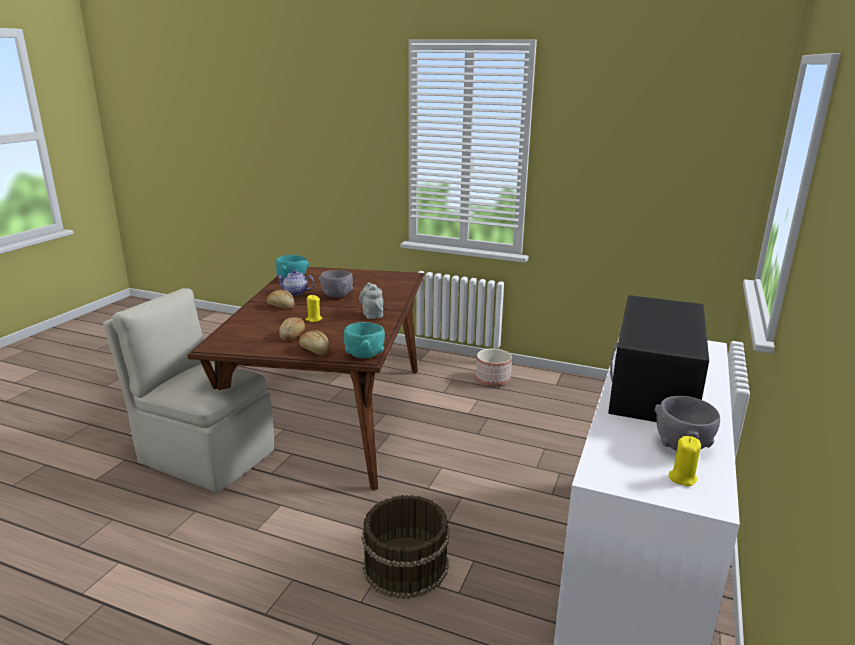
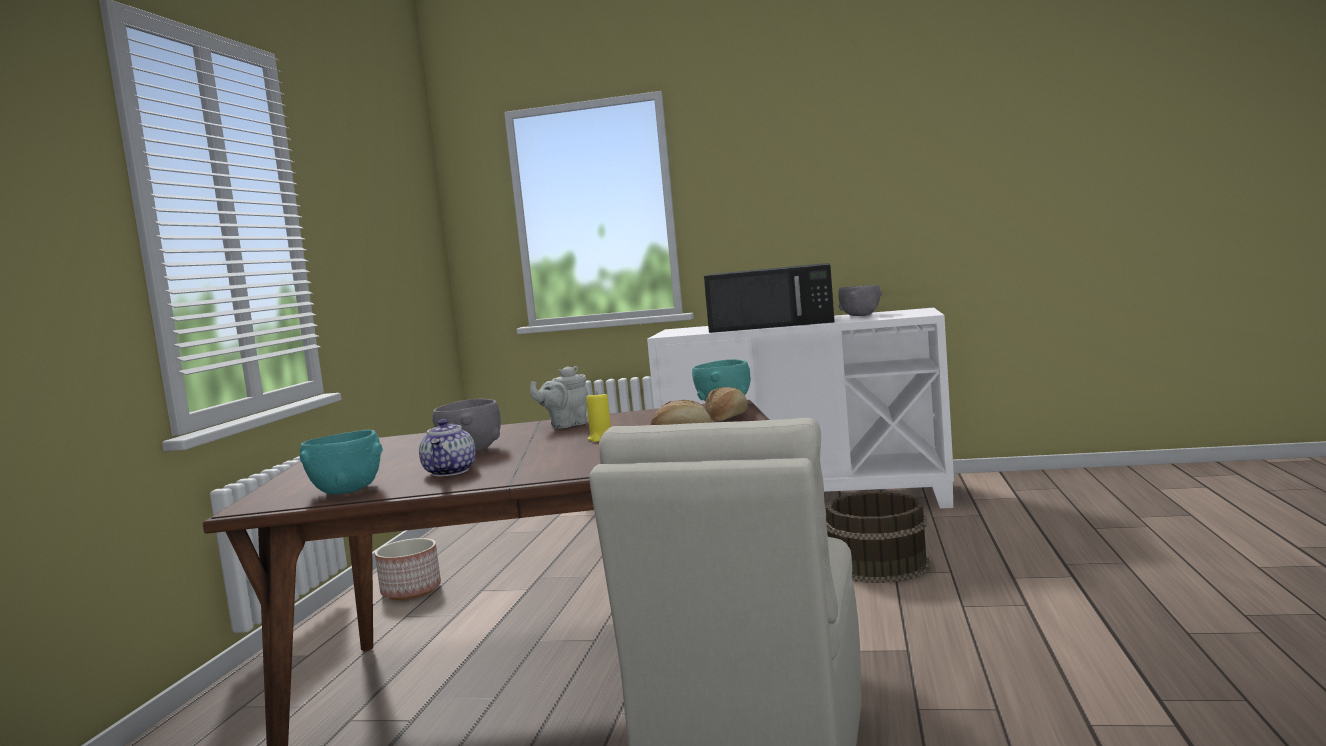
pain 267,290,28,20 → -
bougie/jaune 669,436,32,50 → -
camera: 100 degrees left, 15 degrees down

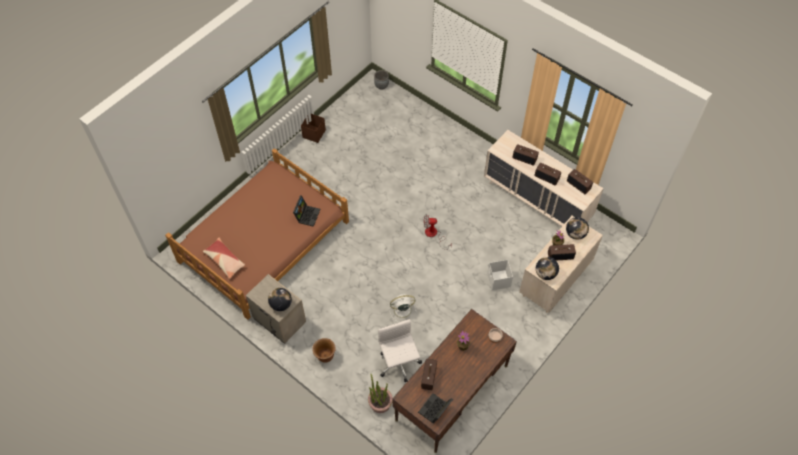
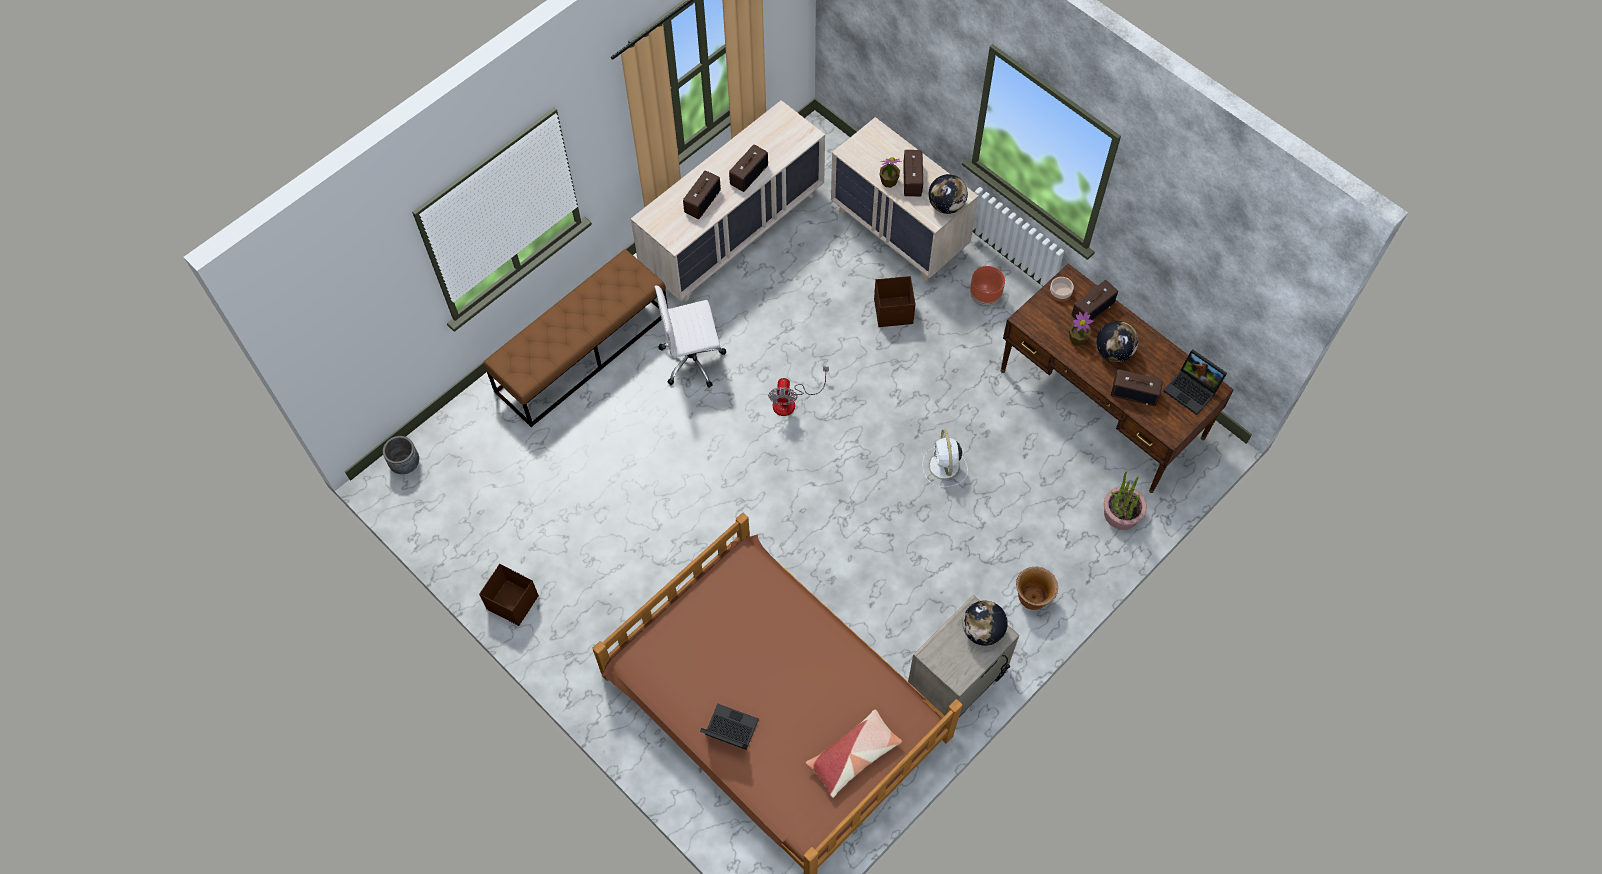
ordinateur portable 293,196,27,31 → ordinateur portable 700,704,59,46, move
chaise de bureau/blanc 378,319,44,63 → chaise de bureau/blanc 655,286,71,102, move
boîte de rangement/blanc 487,260,26,30 → boîte de rangement/marron 874,276,42,51
globe 566,217,23,23 → globe 1096,321,42,41, move
radio 567,169,26,25 → radio 1072,280,46,40, move
- → banc/marron 484,249,184,178
- → cache-pot/marron 970,266,35,41
camera: 85 degrees left, 5 degrees up

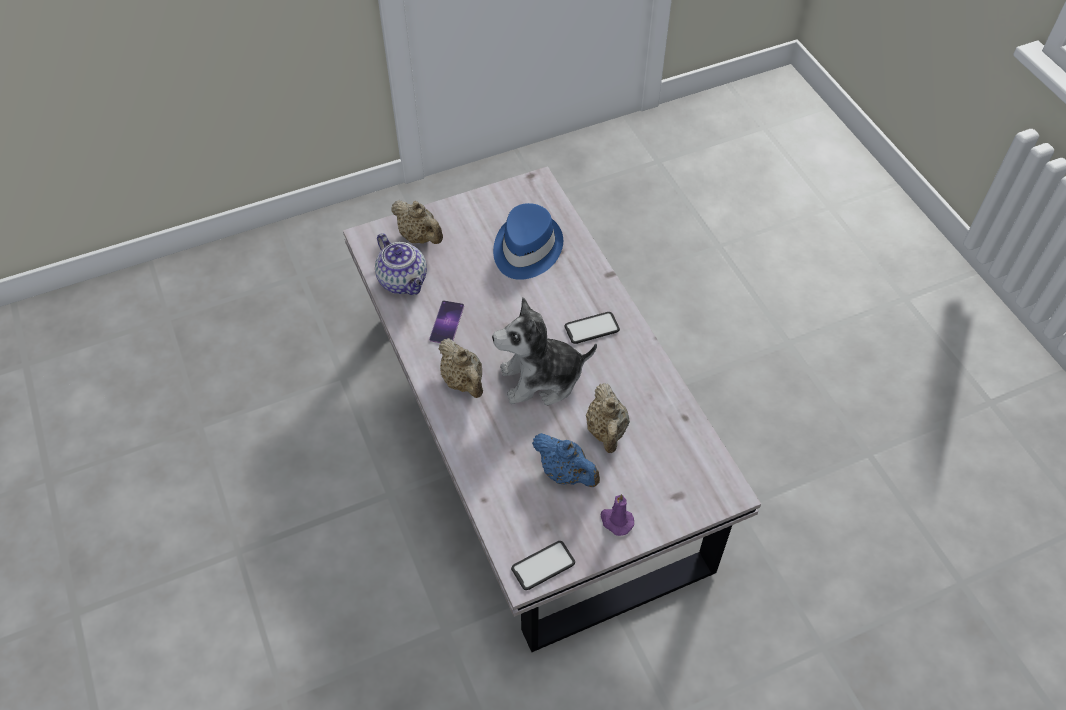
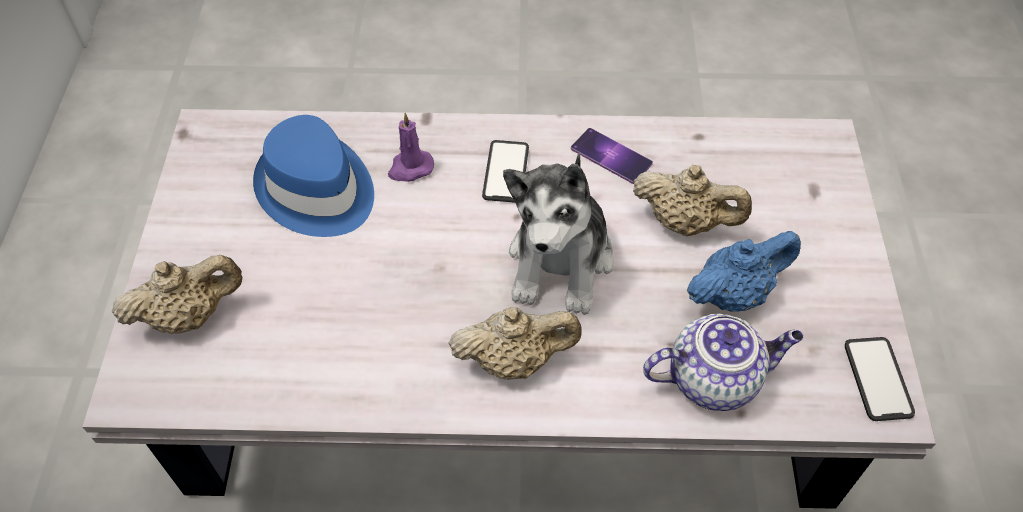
théière 375,233,52,62 → théière 643,314,160,97, move
téléphone 429,300,35,43 → téléphone 571,128,82,56, move
bougie/violet 601,494,33,42 → bougie/violet 388,113,46,69, move
camera: 65 degrees left, 0 degrees up

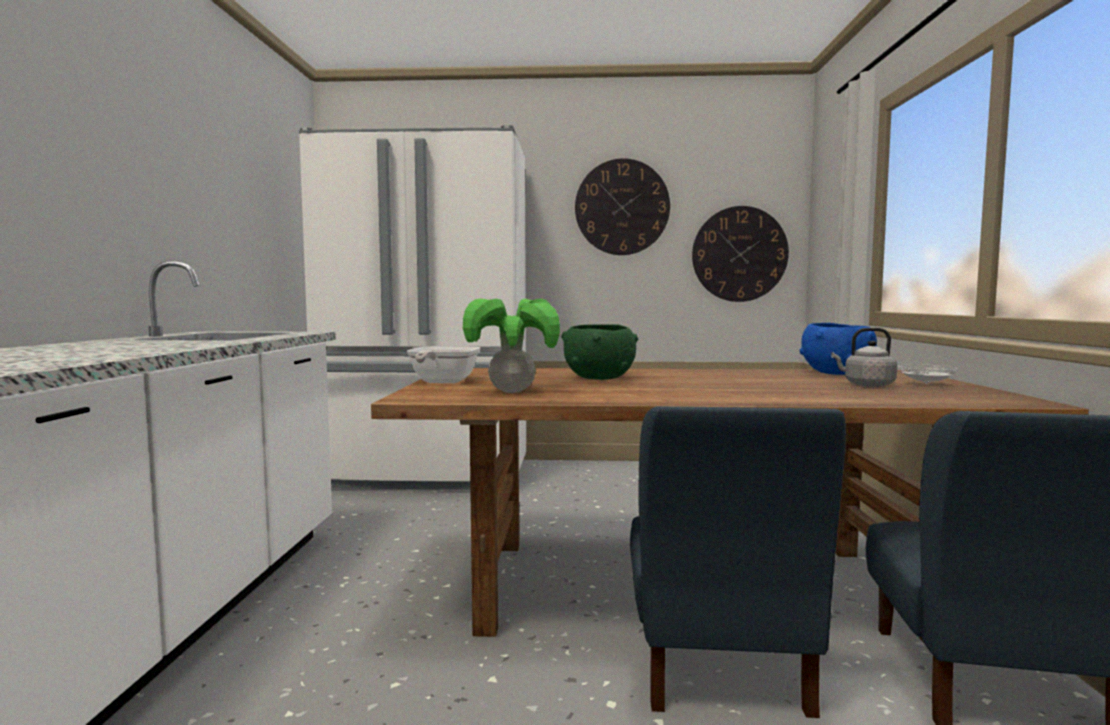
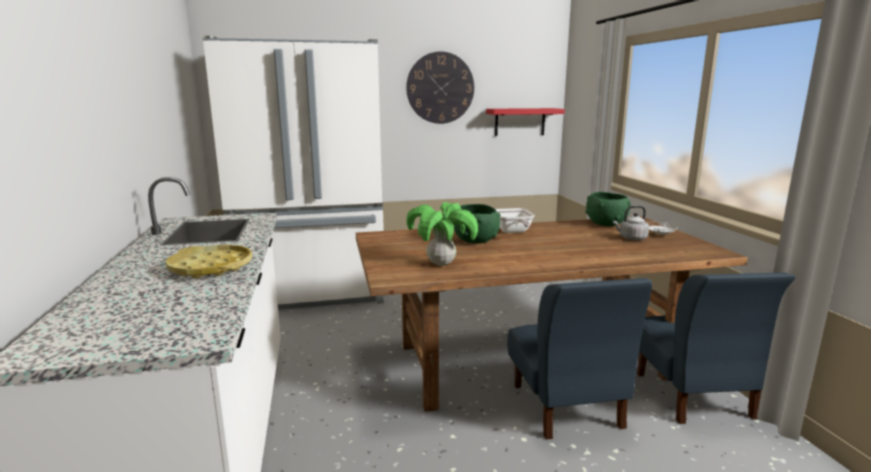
poêle 407,346,73,37 → poêle 495,208,40,25, move
horloge murale 692,206,97,96 → étagère/rouge 486,108,79,28
bol/bleu 800,323,77,52 → bol/vert 586,192,45,34
- → plateau/jaune 166,245,86,33
camera: 15 degrees left, 10 degrees up

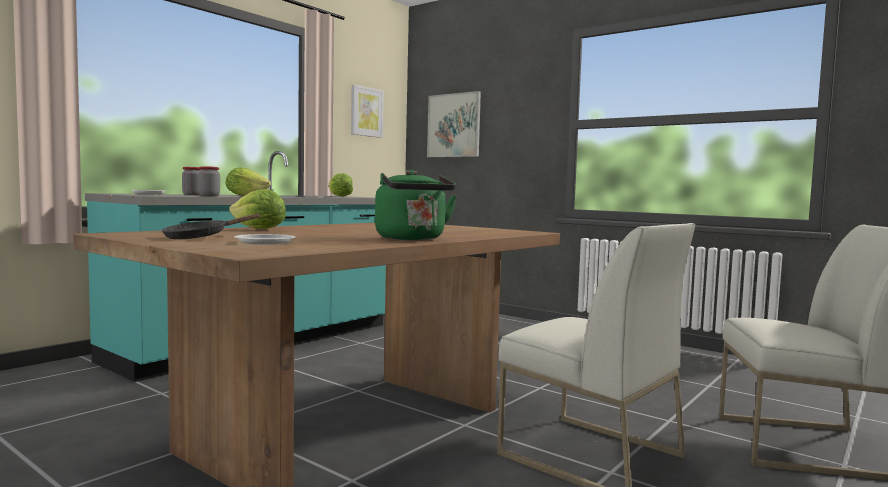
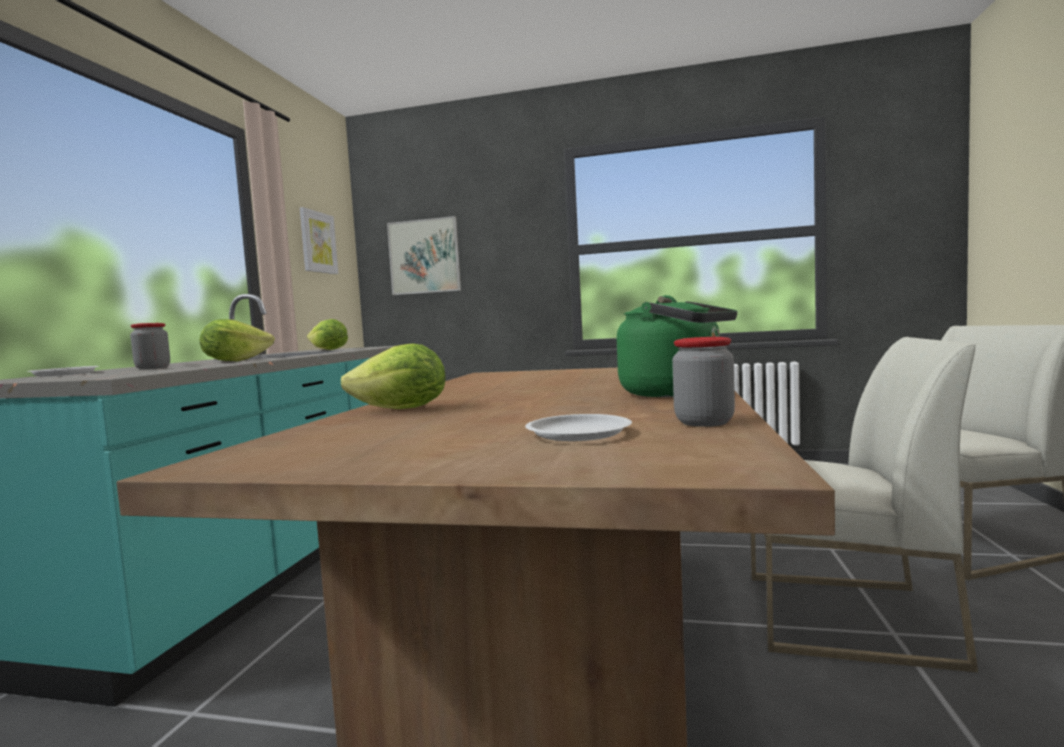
poêle/noir 162,213,98,26 → -
bocal 198,166,22,30 → bocal 672,337,63,90, move
camera: 25 degrees left, 0 degrees up

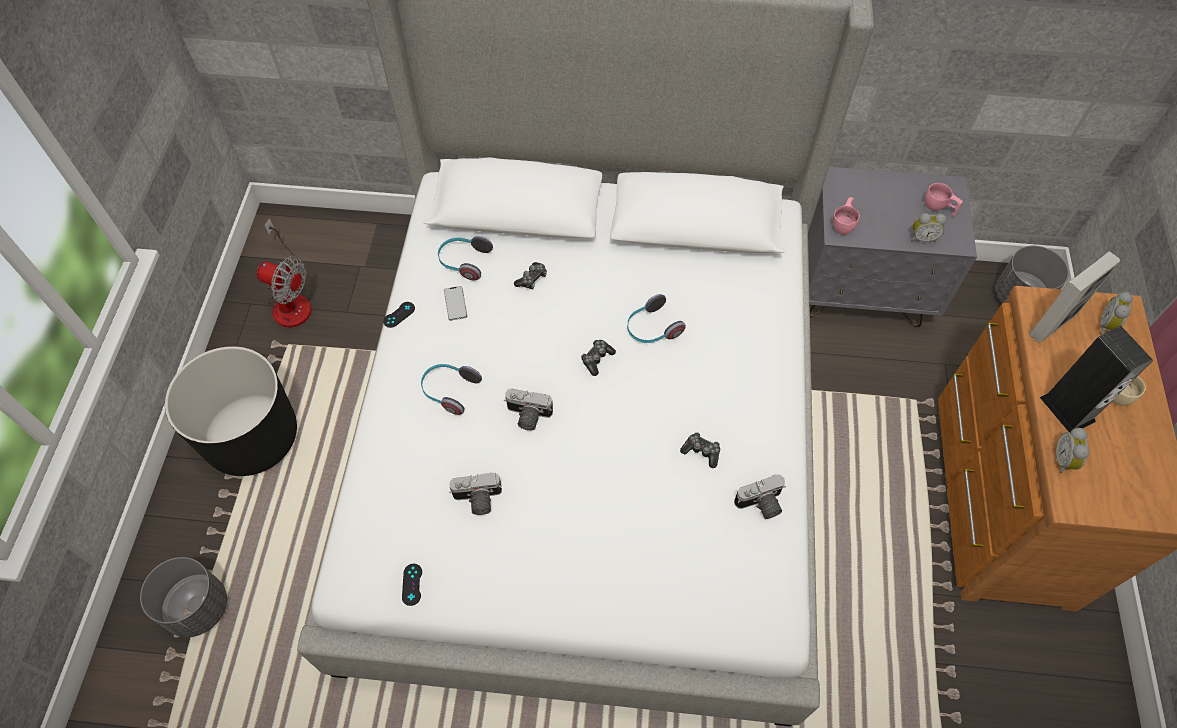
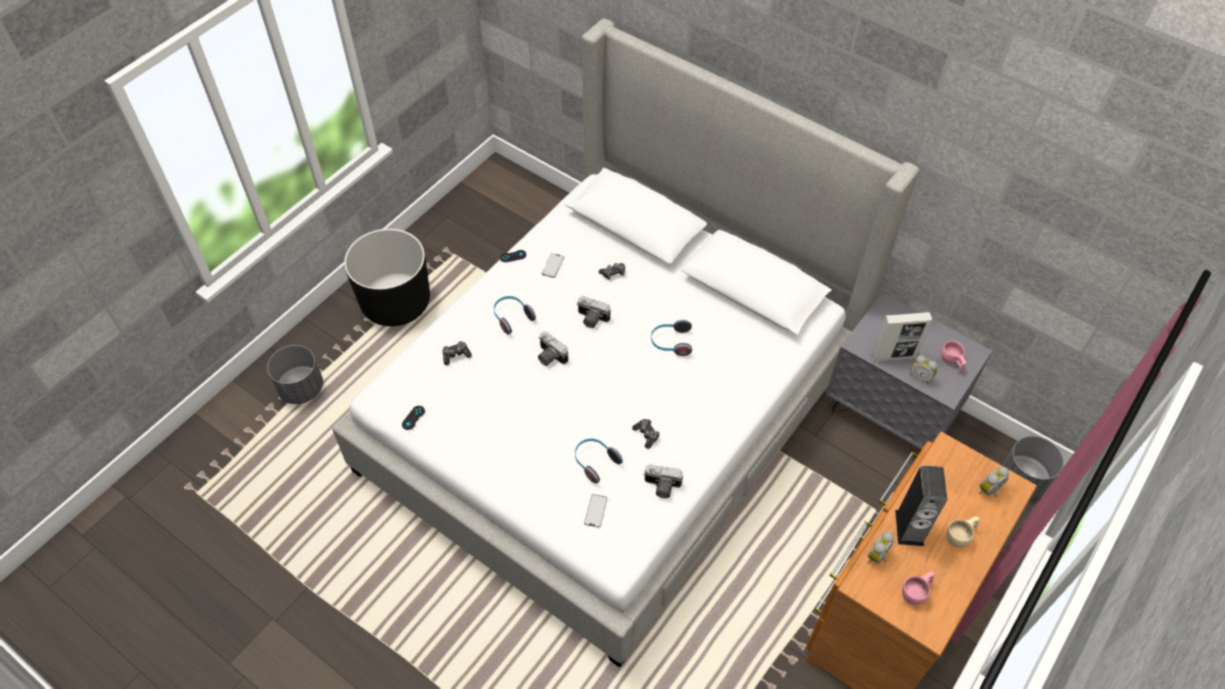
ventilateur 257,218,55,110 → -
casque audio 438,236,55,44 → casque audio 575,439,48,44, move
appareil photo 449,473,53,42 → appareil photo 576,296,35,32, move
manette 581,340,35,36 → manette 442,341,30,24, move
tasse/rose 833,197,27,38 → tasse/rose 902,572,33,33, move
cadre photo 1029,251,91,92 → cadre photo 872,312,60,50, move
- → téléphone 584,494,23,34
camera: 30 degrees right, 5 degrees down

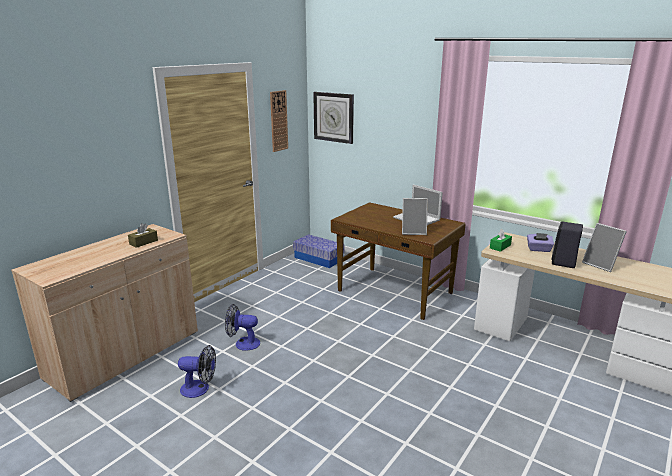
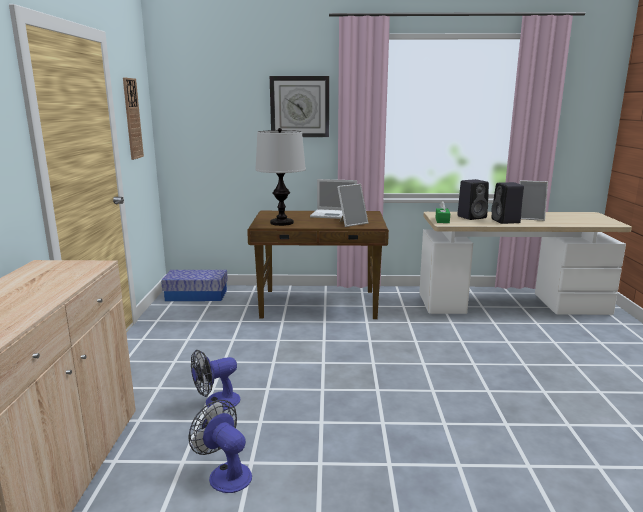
boîte à mouchoirs/marron 128,223,30,25 → -
ventilateur 178,345,38,53 → ventilateur 188,400,64,93, 105 degrees counterclockwise
horloge murale 313,92,41,52 → horloge murale 270,76,59,61, move
boîte à mouchoirs/violet 527,233,27,19 → enceinte/noir 457,179,32,41
- → lampe de table 255,128,51,98
camera: 35 degrees left, 5 degrees down

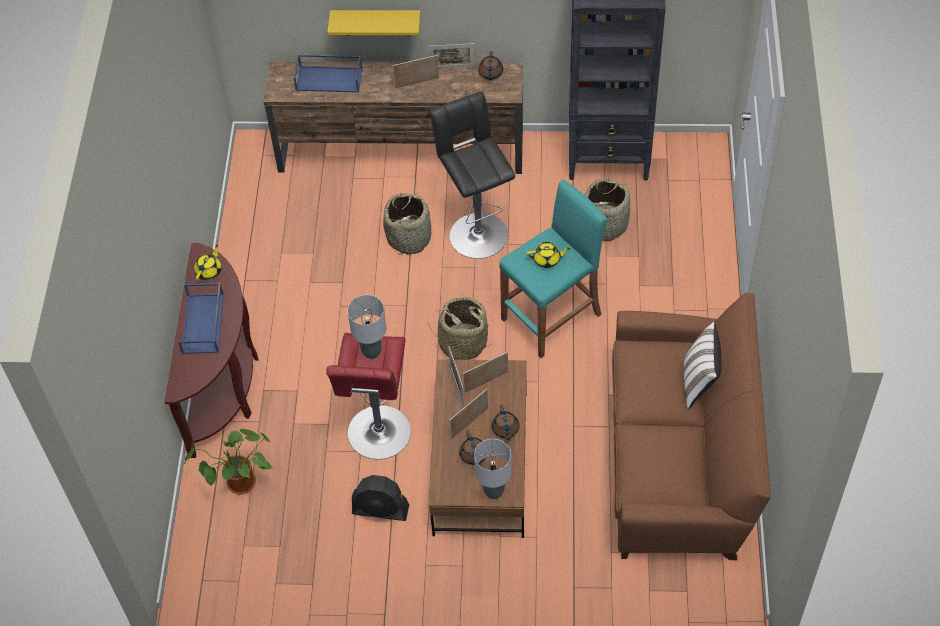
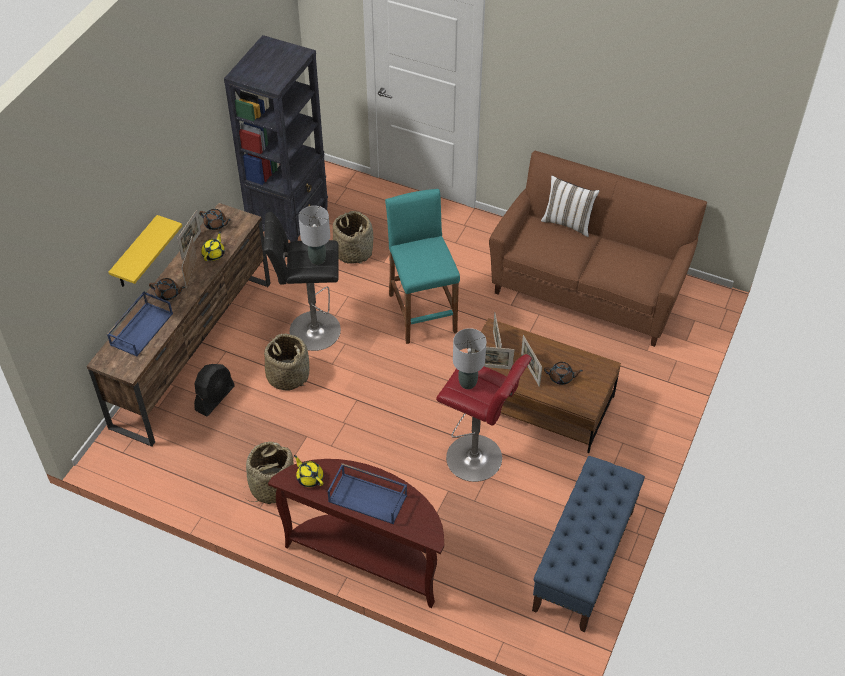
plante en pot 184,429,89,65 → -
ventilateur/noir 352,475,57,46 → ventilateur/noir 194,364,41,53, move
panier 428,297,65,63 → panier 246,442,48,62, move
lampe de table/gris 474,439,37,60 → lampe de table/gris 298,206,32,59, move
théière/marron 491,404,29,36 → théière/marron 149,278,36,23, move
théière/jaune 527,242,43,26 → théière/jaune 201,231,24,30, move
- → banc/bleu 532,456,113,176
camera: 70 degrees left, 5 degrees down

